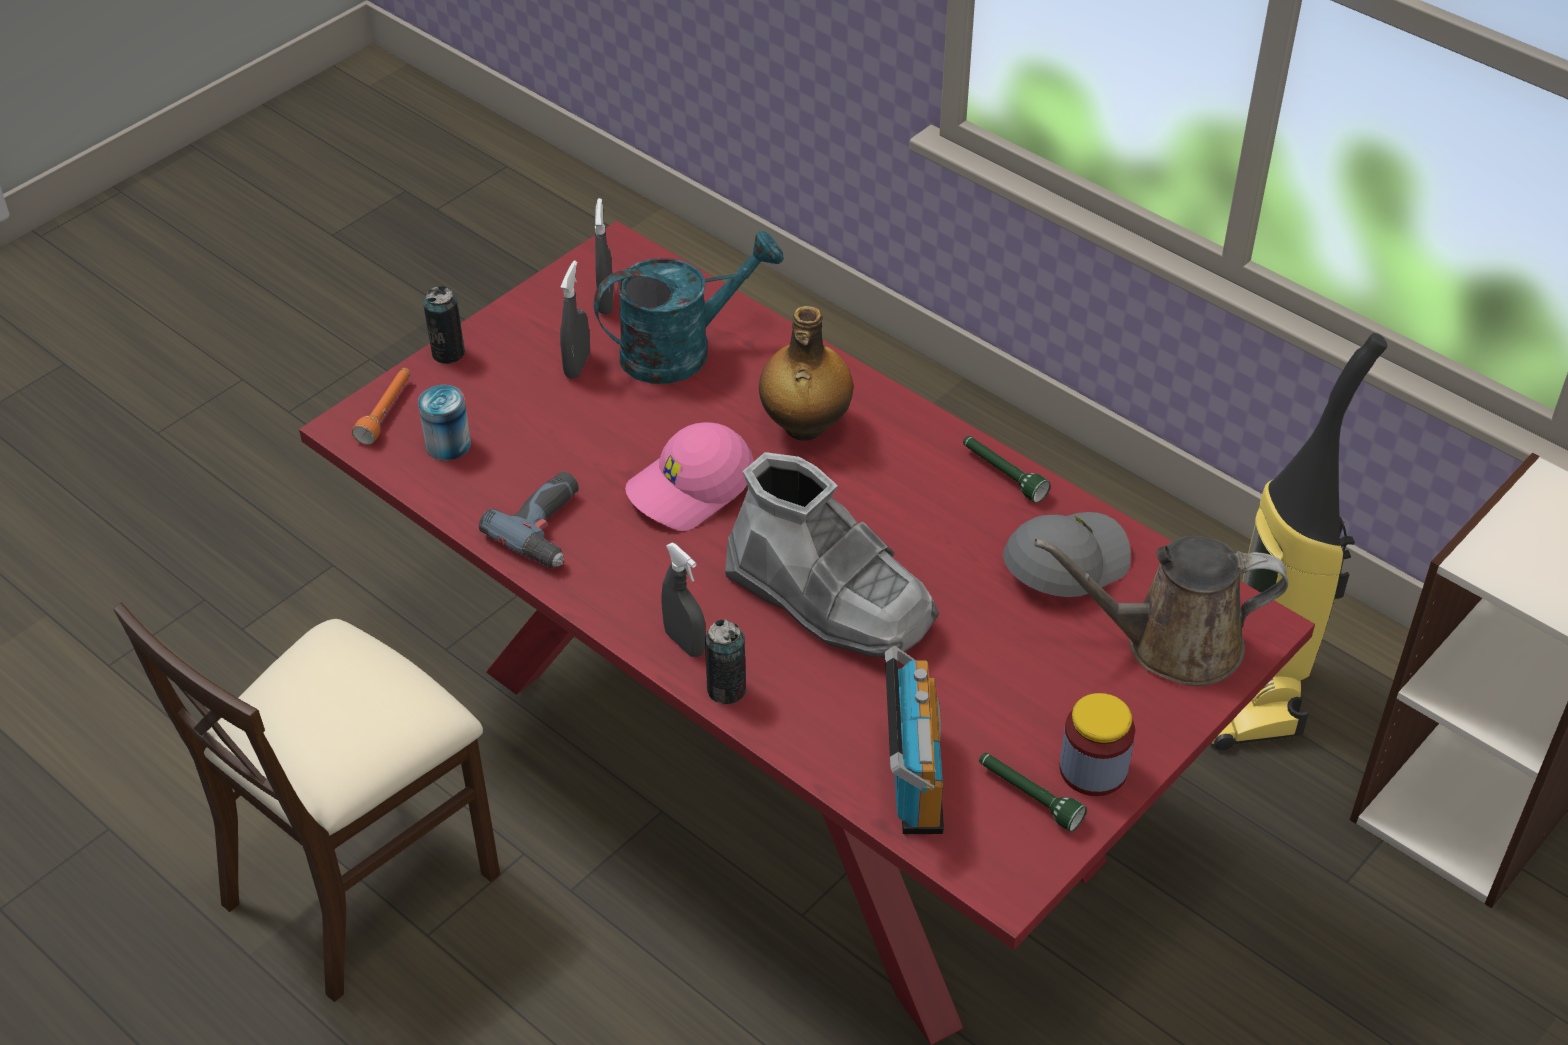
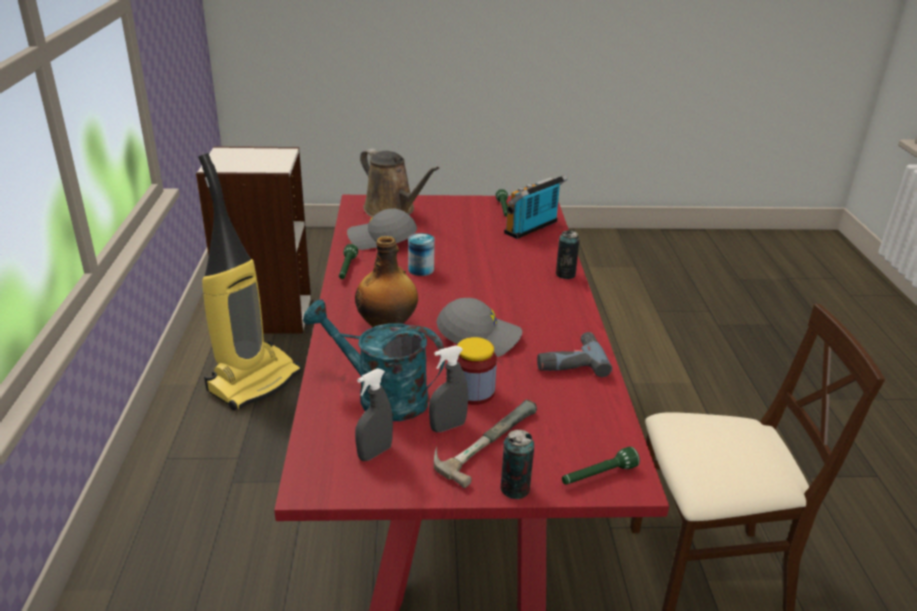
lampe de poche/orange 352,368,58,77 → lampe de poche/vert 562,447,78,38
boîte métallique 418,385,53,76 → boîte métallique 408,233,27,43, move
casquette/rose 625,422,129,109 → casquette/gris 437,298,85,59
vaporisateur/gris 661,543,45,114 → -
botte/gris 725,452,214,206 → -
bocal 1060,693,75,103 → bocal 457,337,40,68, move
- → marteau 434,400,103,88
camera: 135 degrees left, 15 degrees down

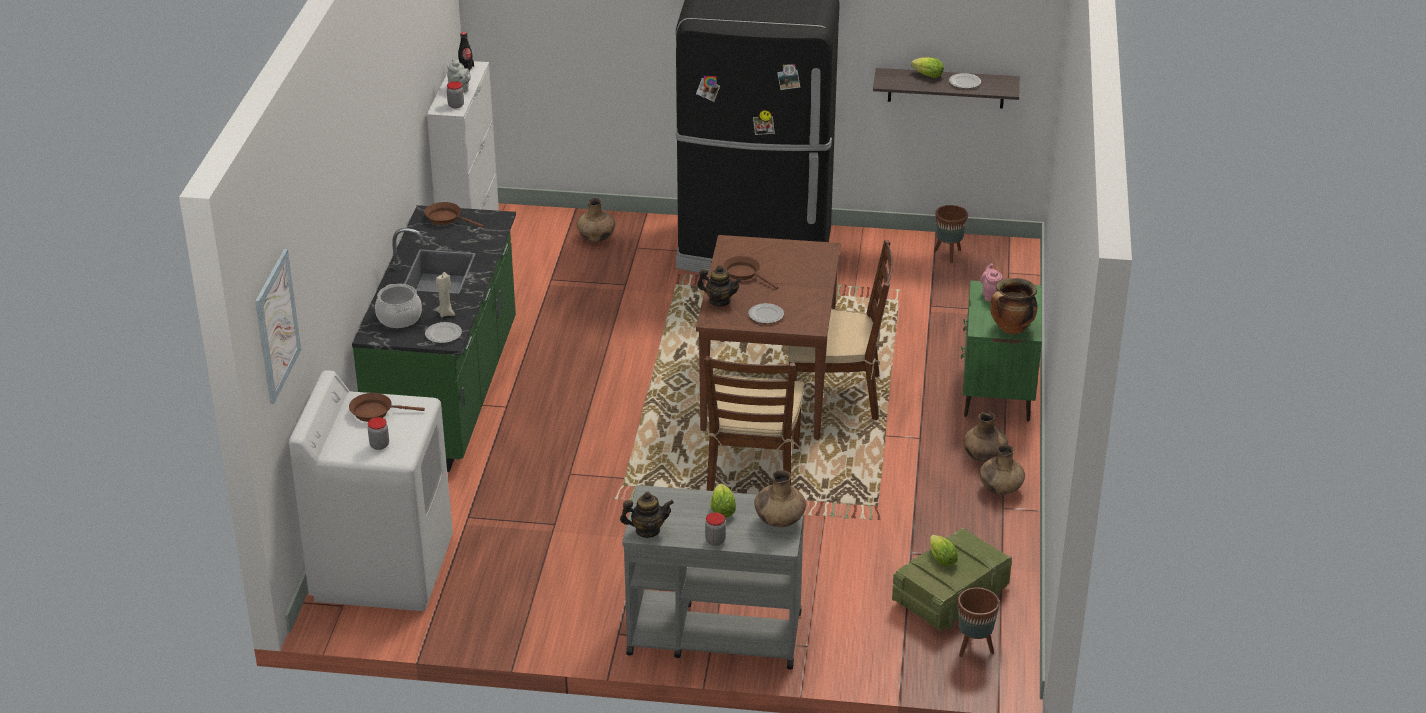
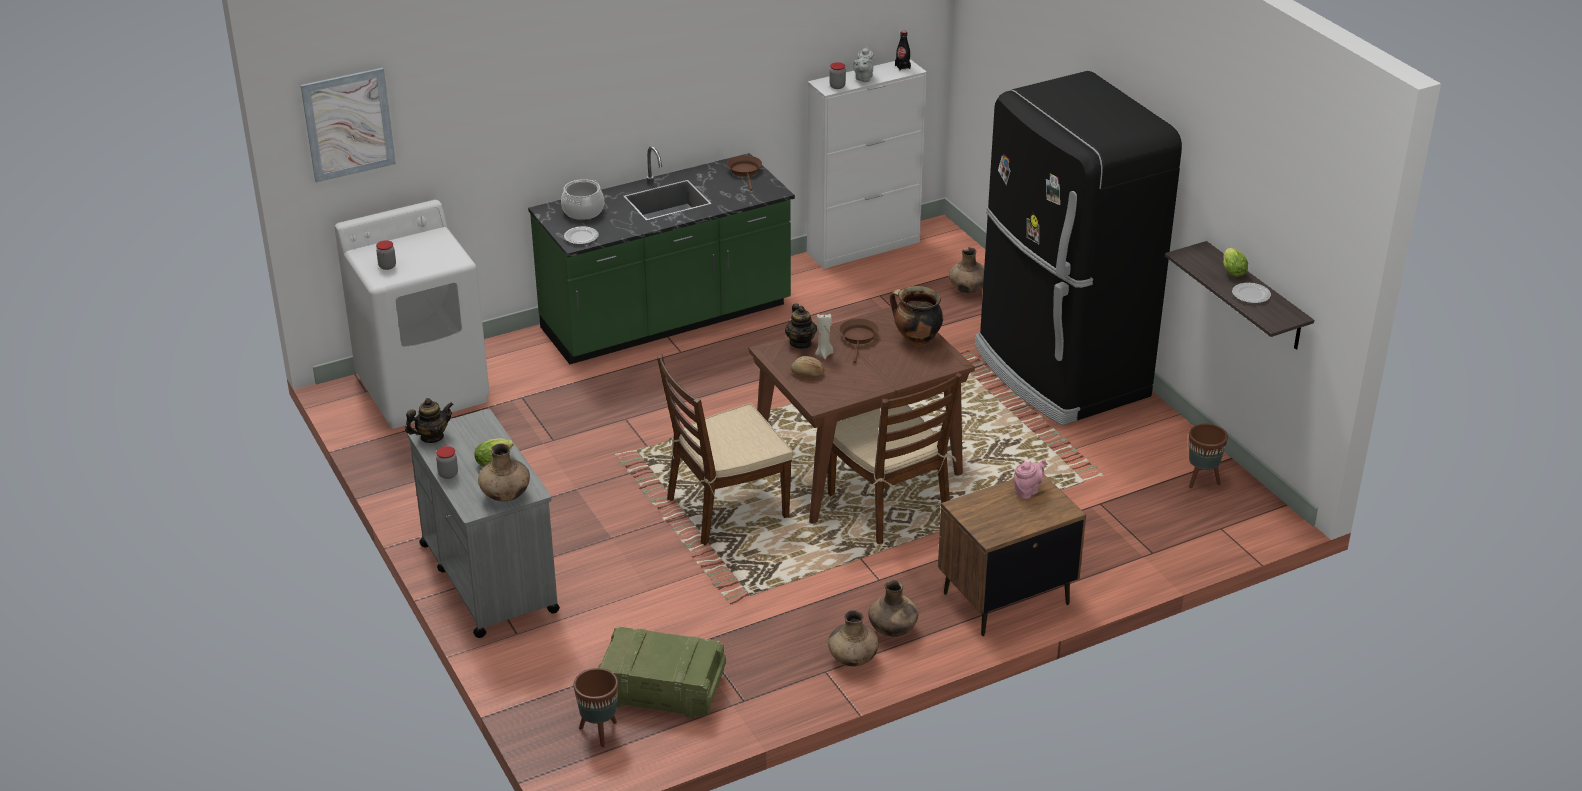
poêle/marron 349,393,76,29 → -
bougie/beige 435,272,20,45 → bougie/beige 815,314,18,45, move
théière 620,492,54,46 → théière 405,398,49,45, 75 degrees counterclockwise
assiette 748,303,36,20 → pain 791,356,34,20
laitue 930,535,28,32 → -
table de chevet/vert 961,281,81,141 → table de chevet/marron 938,474,148,162
marmite 990,278,48,56 → marmite 890,286,53,59, move
camera: 55 degrees right, 0 degrees up

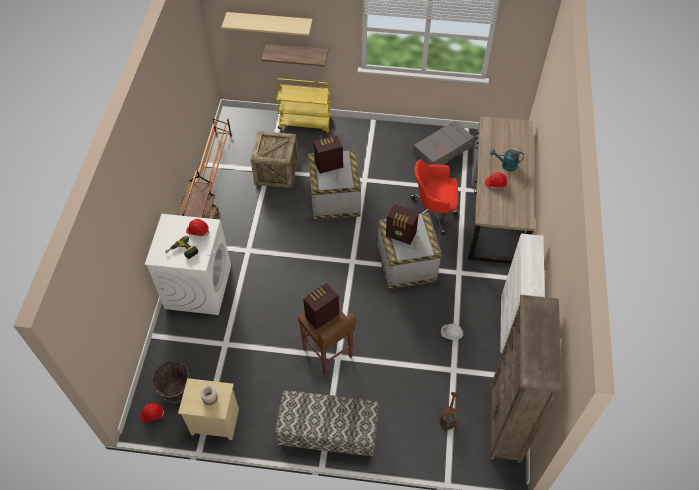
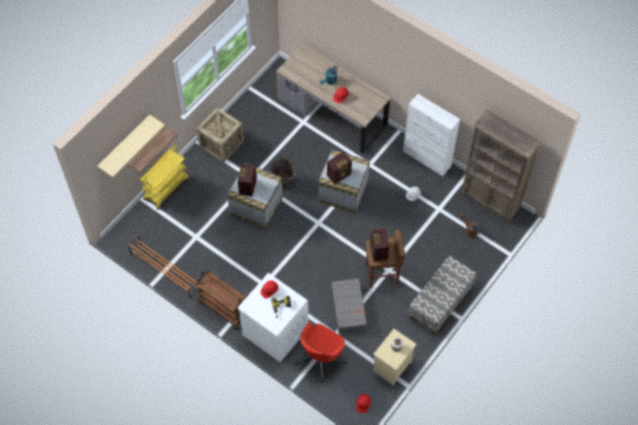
seau/marron 151,361,38,42 → seau/marron 270,157,26,32, move
caisse 250,131,48,57 → caisse 196,107,48,56, move
chaise de bureau/rouge 411,159,47,76 → chaise de bureau/rouge 295,322,52,60, move
valise/gris 413,120,61,45 → valise/gris 332,279,36,54, move
camera: 60 degrees left, 5 degrees up

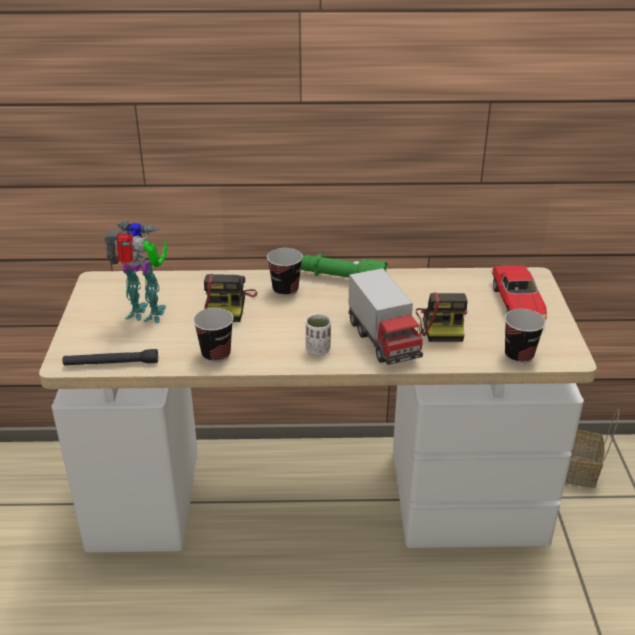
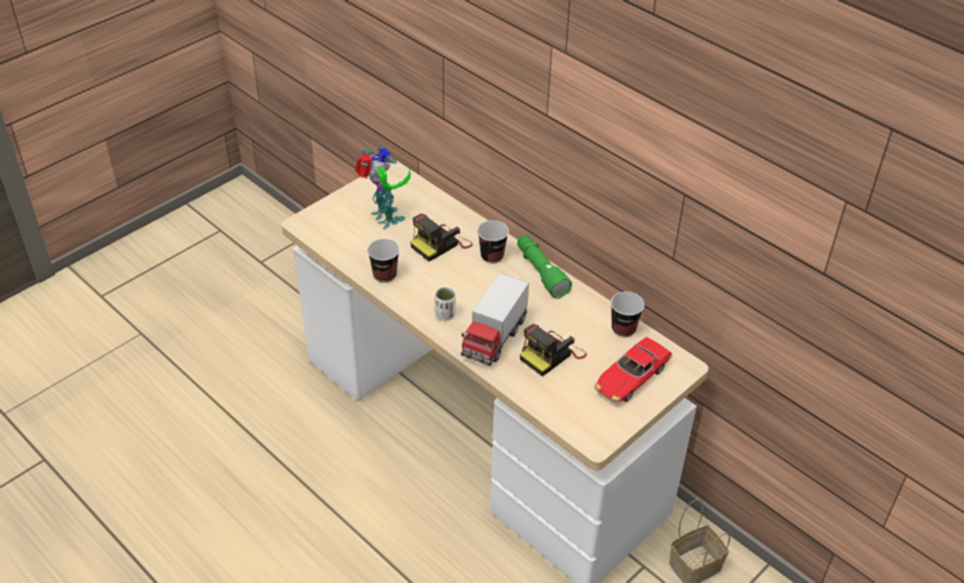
lampe de poche/noir 62,349,96,17 → -
tasse 505,309,41,55 → tasse 611,292,33,45, move
camera: 45 degrees right, 10 degrees up

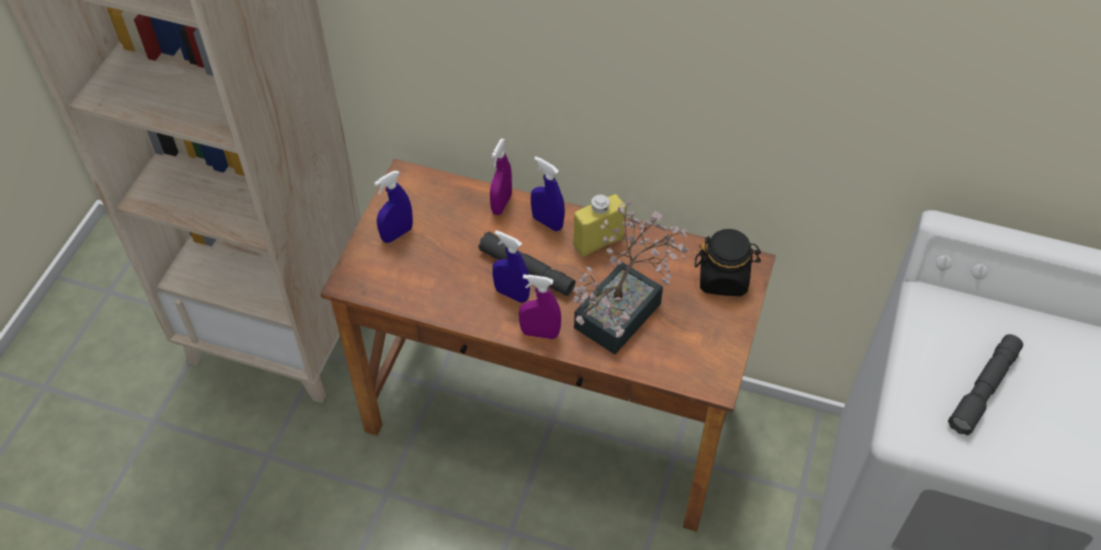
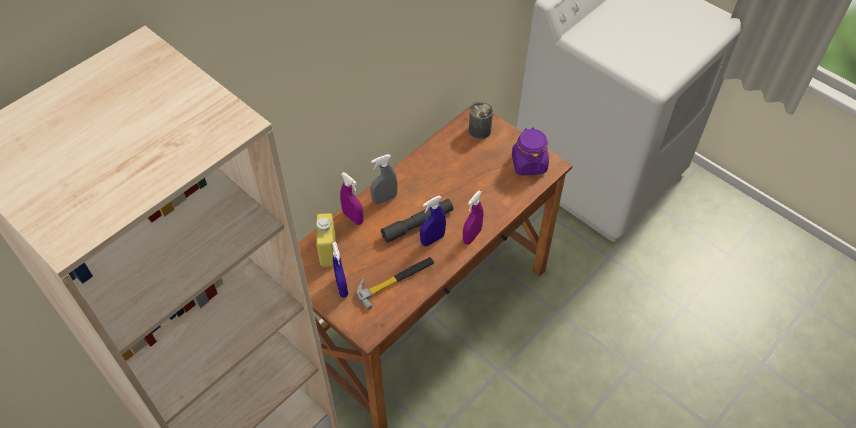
vaporisateur/bleu 531,156,34,75 → vaporisateur/gris 370,155,28,49
bouteille/jaune 573,194,53,63 → bouteille/jaune 316,213,20,54, move
plante en pot 573,200,116,155 → -
bocal/noir 695,229,66,67 → boîte métallique 469,102,24,37
lampe de poche/gris 948,334,75,101 → -
- → marteau 357,257,77,53
- → bocal/violet 512,127,37,49
camera: 65 degrees left, 0 degrees up

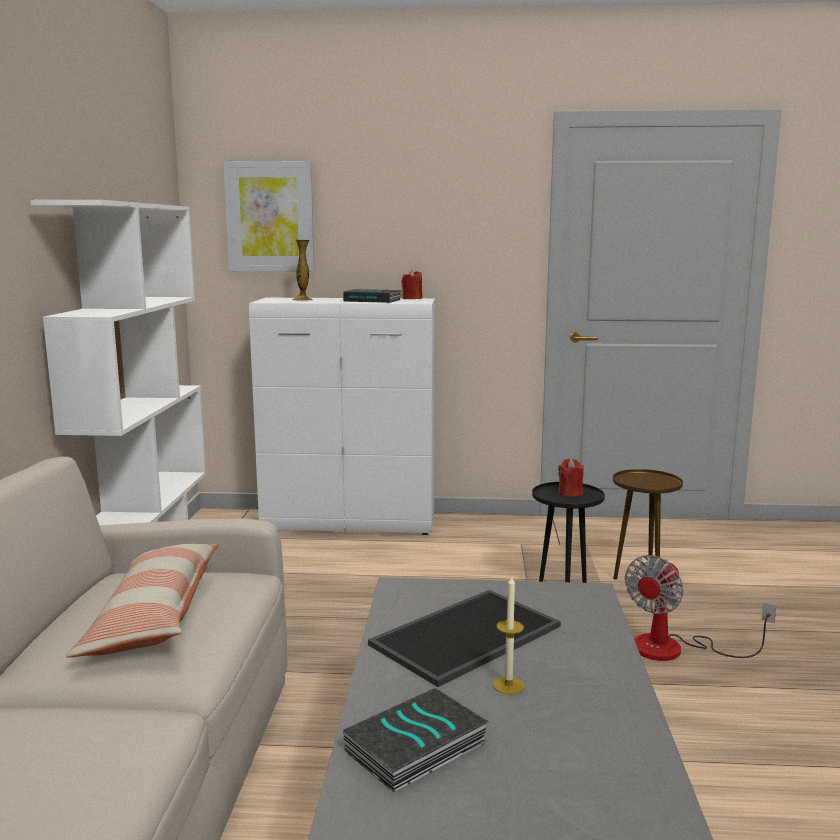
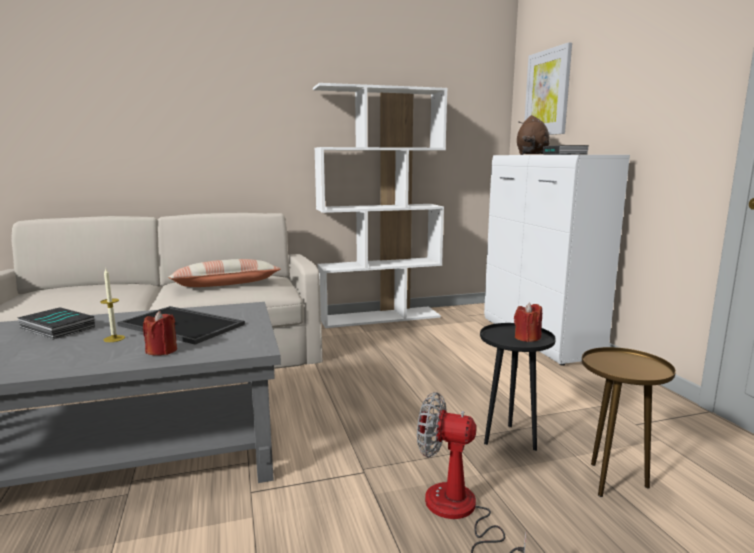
vase 293,240,20,61 → peluche/marron 517,115,33,40
bougie/rouge 401,270,21,29 → bougie/rouge 143,311,34,45, move
camera: 70 degrees right, 0 degrees up

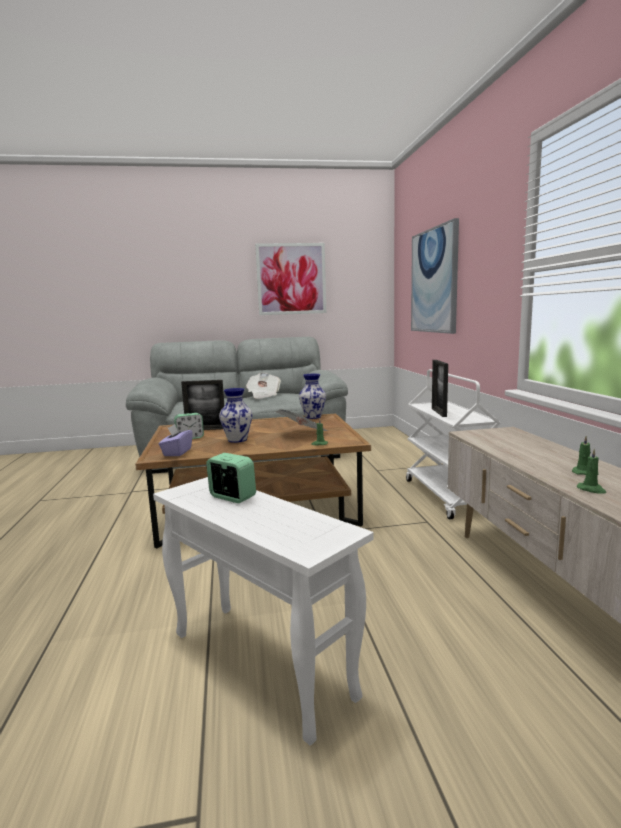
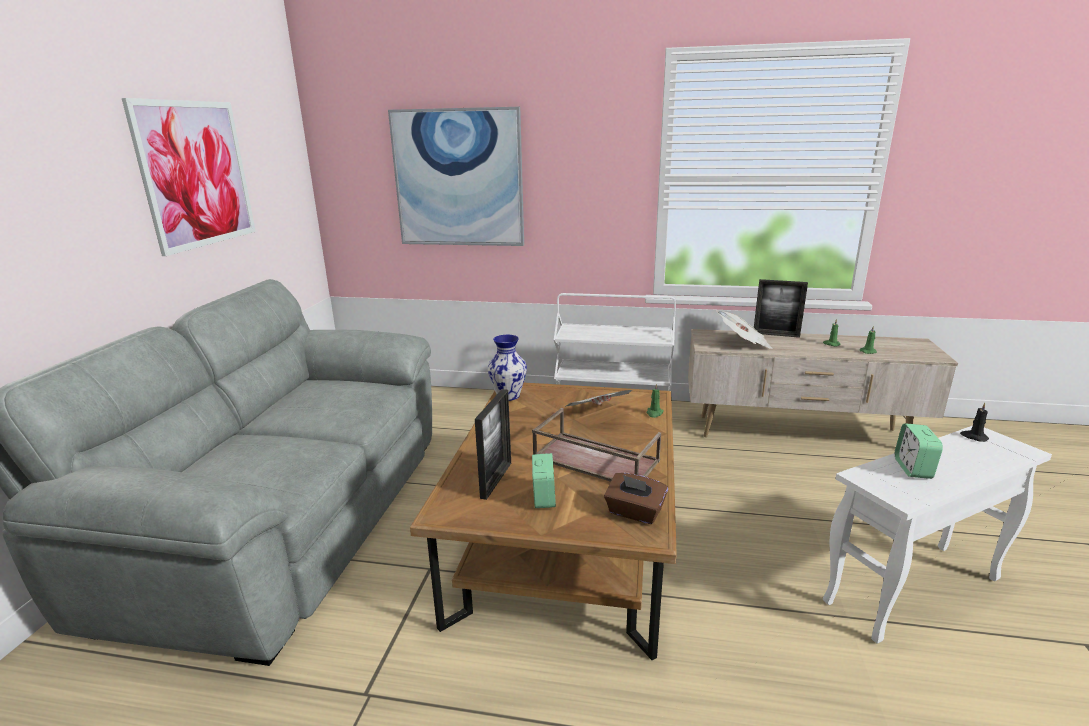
boîte à mouchoirs/violet 159,424,34,32 → boîte à mouchoirs/marron 604,473,64,51
réveil 206,453,50,50 → réveil 895,423,48,56, 45 degrees counterclockwise
vase 219,388,33,55 → plateau/marron 532,408,129,74
journal 246,373,35,26 → journal 716,310,57,39, move
cadre photo 432,360,16,57 → cadre photo 754,279,54,59, move
- → bougie/noir 960,403,29,39
camera: 70 degrees left, 10 degrees up

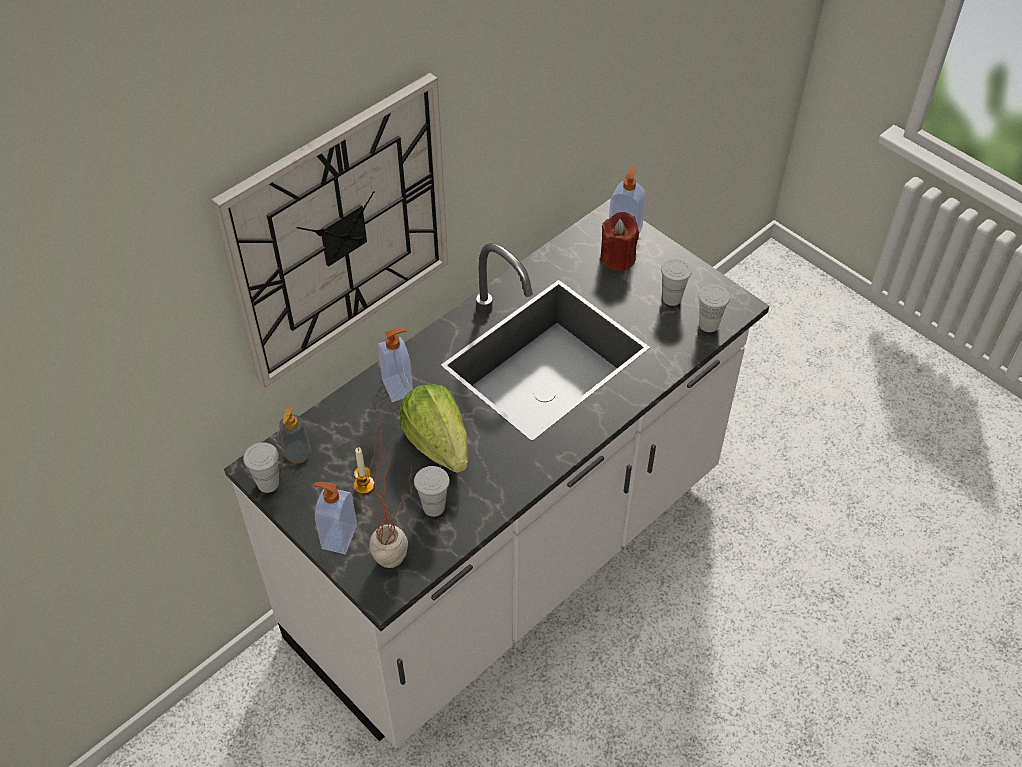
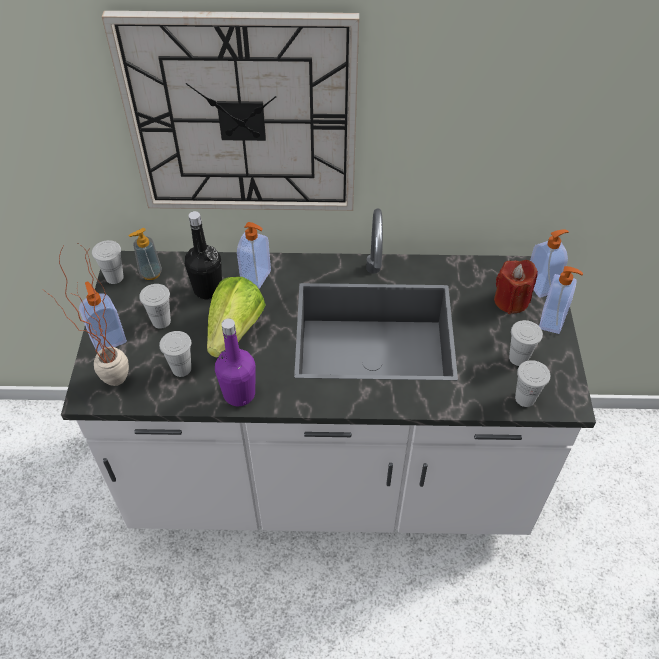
bougie 353,447,22,47 → tasse/blanc 139,284,32,45
- → bouteille/noir 185,211,37,88
- → bouteille/violet 215,318,41,88
- → distributeur de savon 539,266,44,68
camera: 45 degrees right, 0 degrees up

